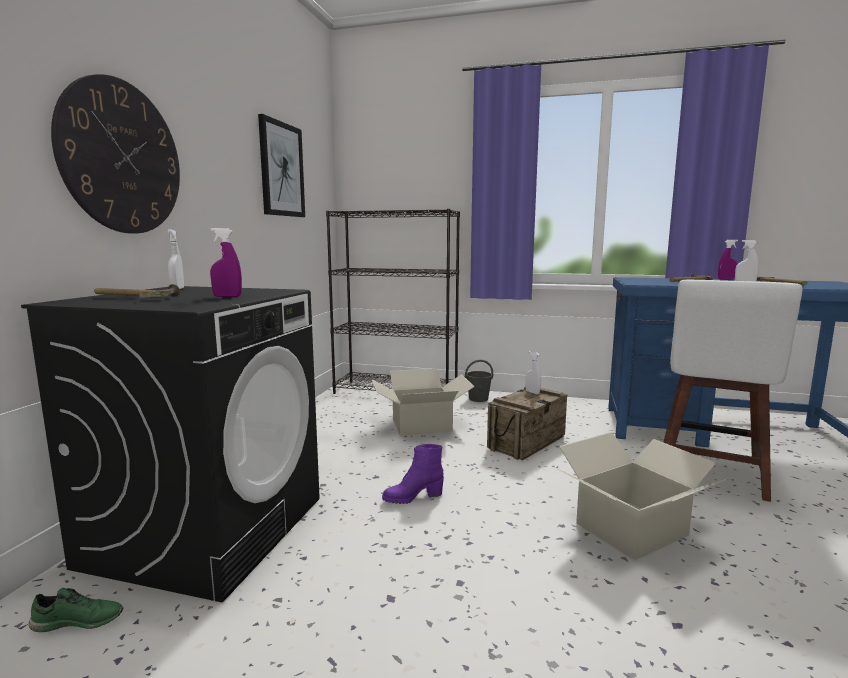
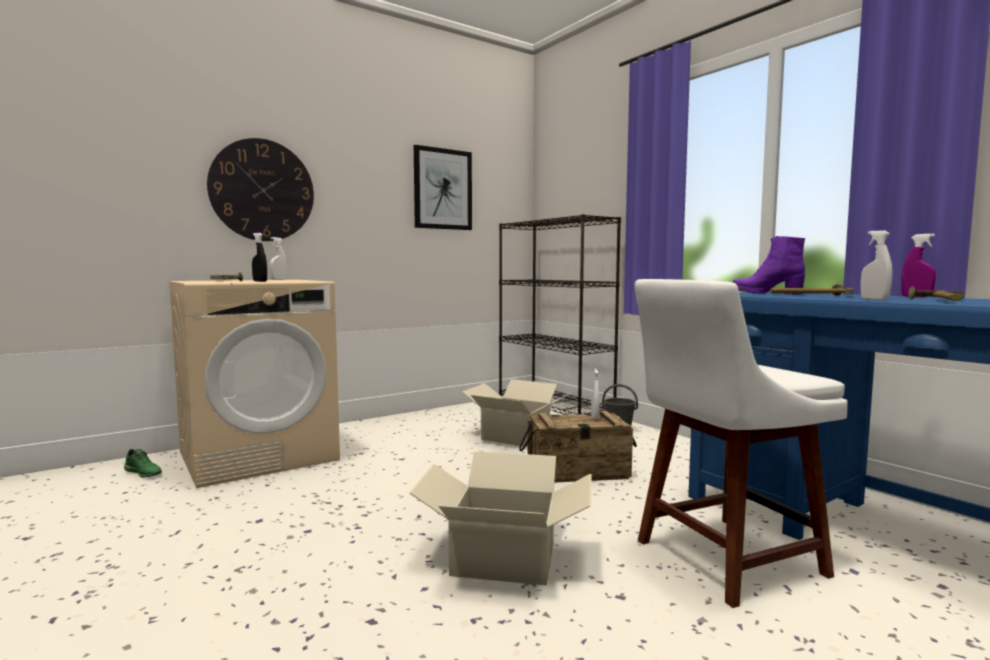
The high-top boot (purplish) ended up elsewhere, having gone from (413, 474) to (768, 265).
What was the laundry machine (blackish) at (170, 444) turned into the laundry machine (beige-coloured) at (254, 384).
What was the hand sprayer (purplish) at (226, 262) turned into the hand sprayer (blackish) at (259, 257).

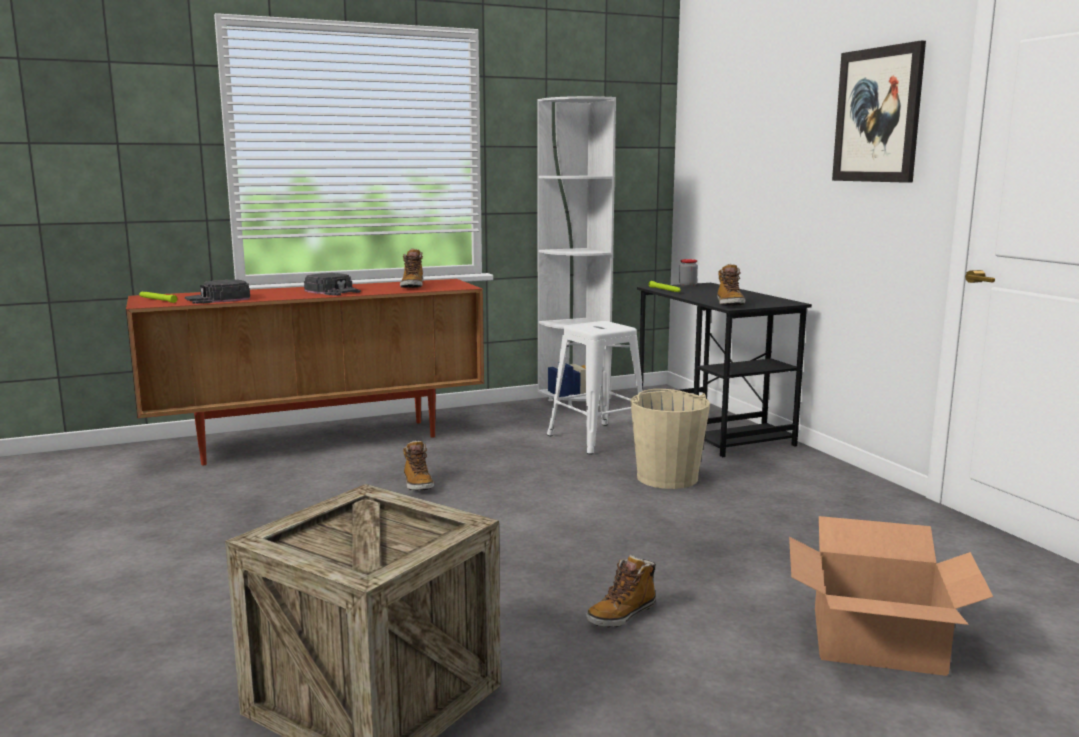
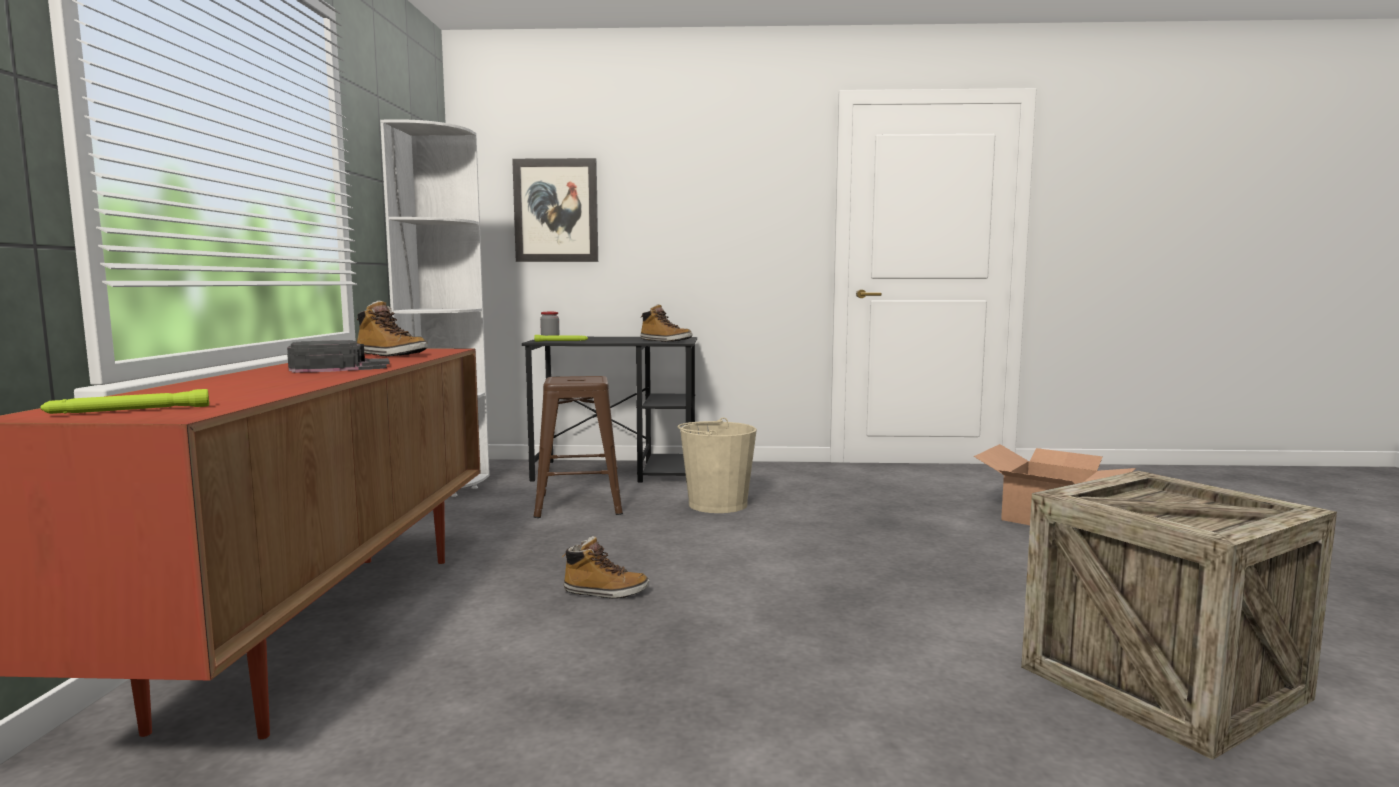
The second view lost the cap (blackish) at (217, 292).
The second view lost the high-top boot at (621, 591).
The wall picture ended up elsewhere, having gone from (879, 111) to (555, 210).
What was the stool seat (whitish) at (595, 388) turned into the stool seat (brown) at (578, 447).

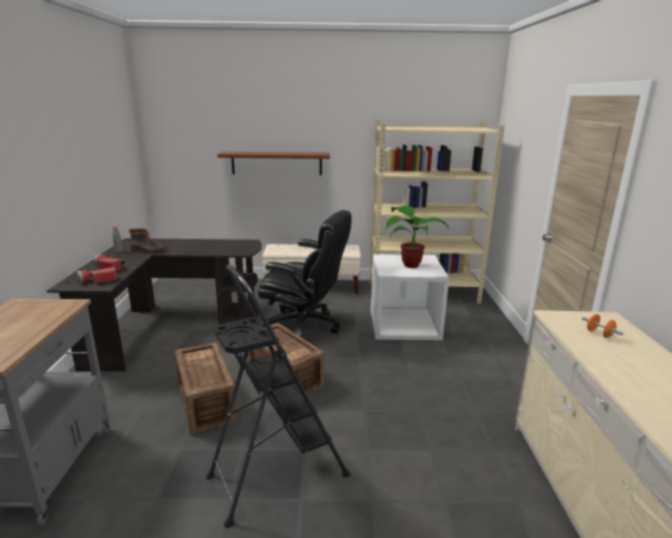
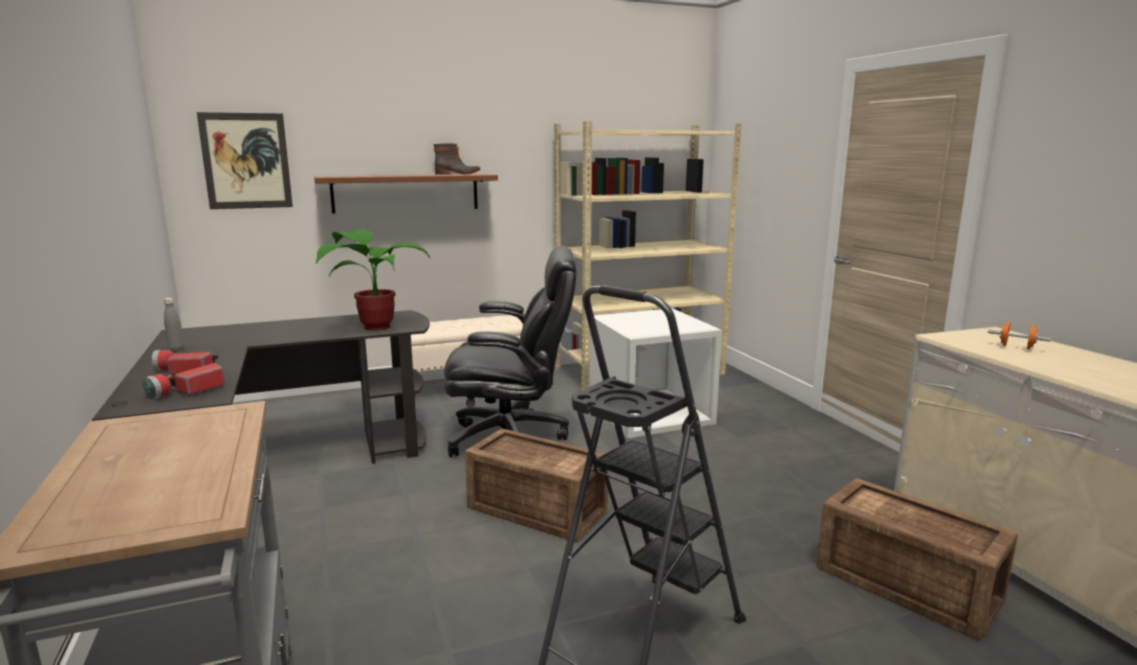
The second view gained the wall picture at (245, 160).
The high-top boot ended up elsewhere, having gone from (147, 241) to (457, 159).
The packing crate ended up elsewhere, having gone from (206, 388) to (917, 559).
The plant in a pot ended up elsewhere, having gone from (417, 237) to (373, 280).

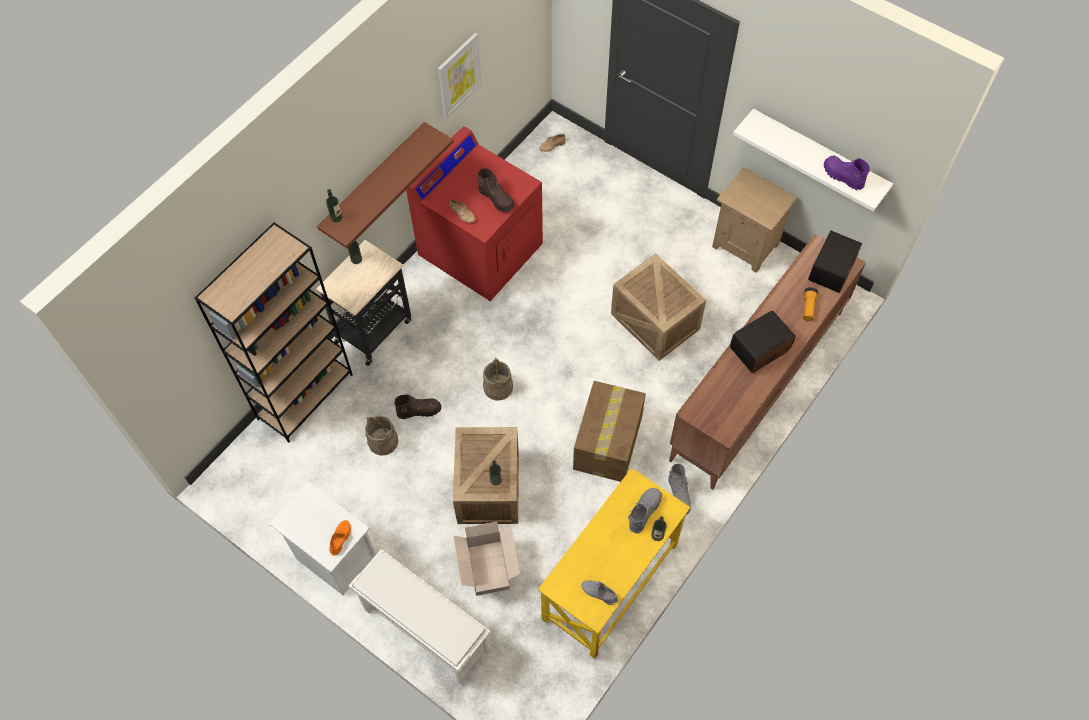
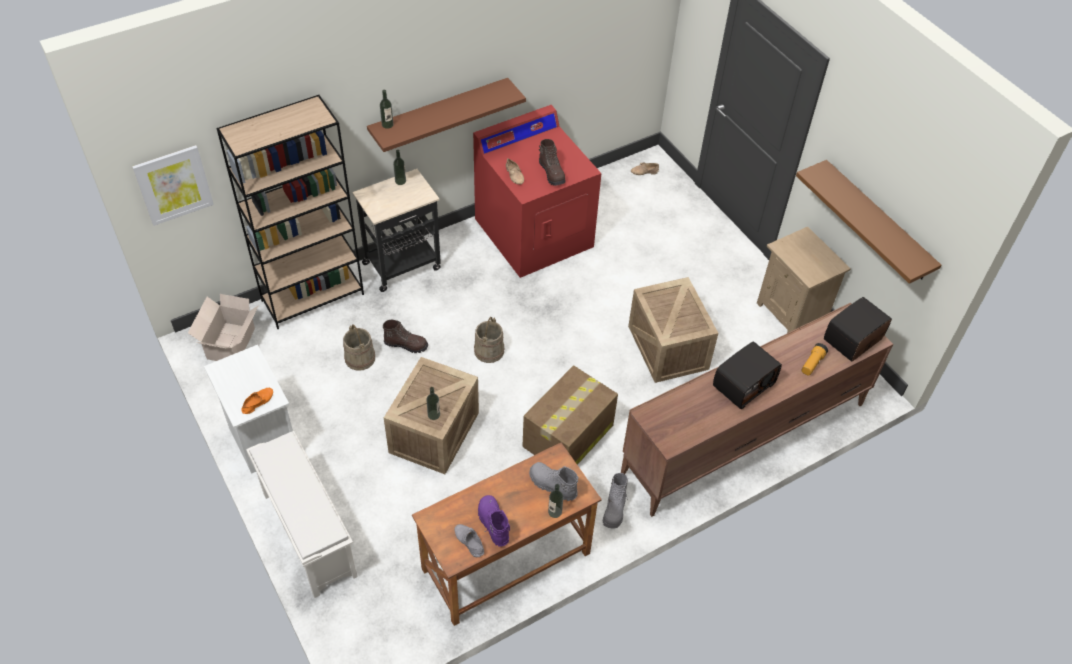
The wall picture ended up elsewhere, having gone from (460, 76) to (173, 185).
The carton ended up elsewhere, having gone from (486, 559) to (223, 327).
The high-top boot (purplish) ended up elsewhere, having gone from (847, 172) to (494, 521).
What was the desk (yellow-coloured) at (614, 563) turned into the desk (brown) at (507, 534).
What was the bracket shelf (whitish) at (813, 160) turned into the bracket shelf (brown) at (868, 222).
The high-top boot (grey) at (645, 510) ended up facing another way, 105 degrees counterclockwise from before.
The radio receiver at (762, 342) ended up facing another way, 150 degrees clockwise from before.

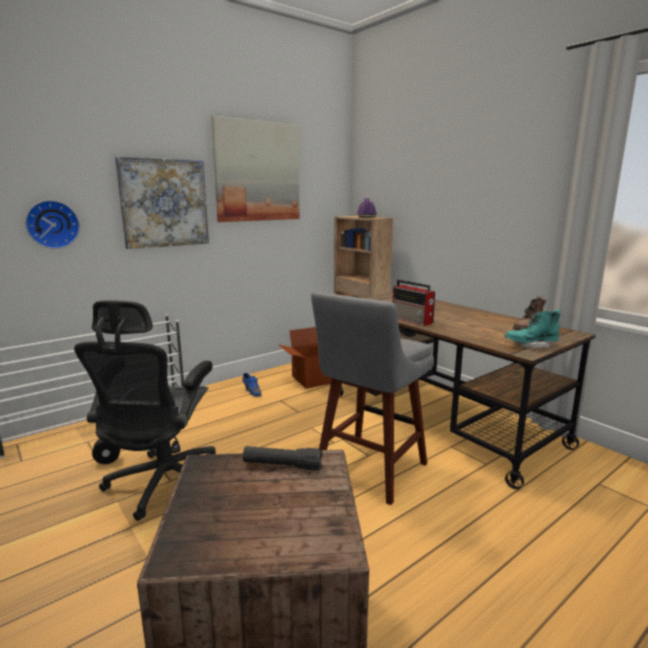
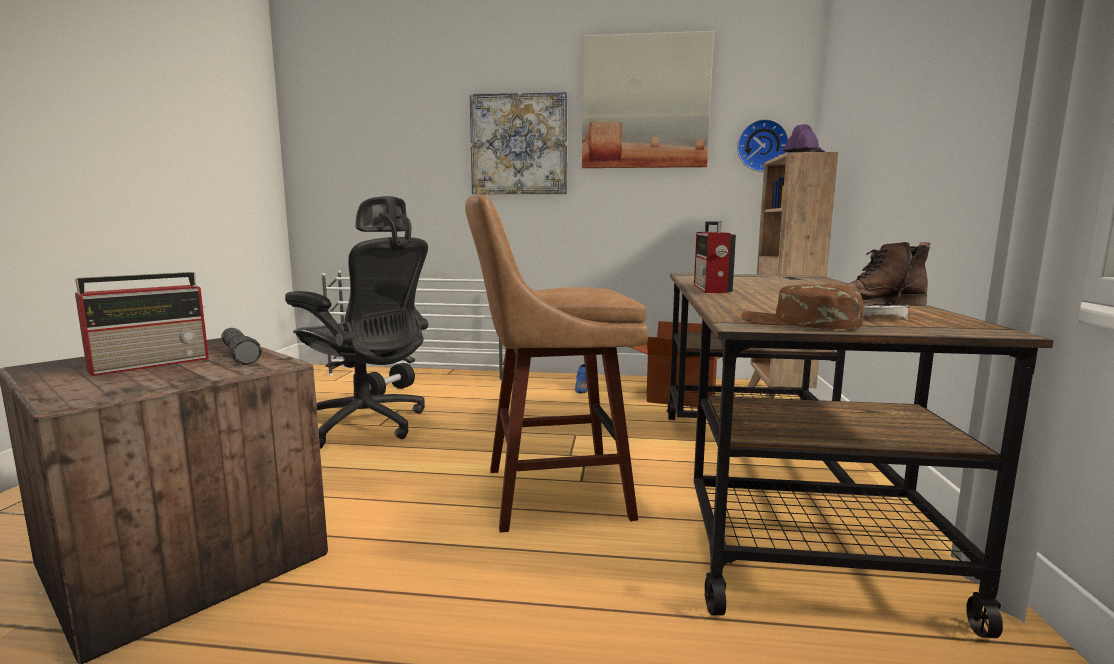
The second view gained the radio receiver at (142, 324).
The clock on the wall ended up elsewhere, having gone from (52, 224) to (763, 145).
Where the high-top boot (blue-green) stood at (532, 328), the cap (brown) came to stand at (802, 306).
What was the stool seat (grey) at (372, 398) turned into the stool seat (brown) at (556, 364).
The office chair at (145, 410) ended up facing another way, 105 degrees counterclockwise from before.

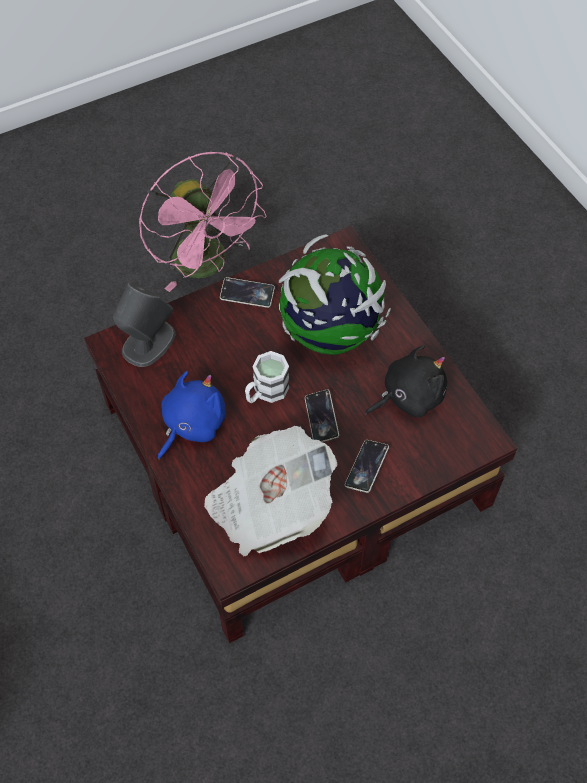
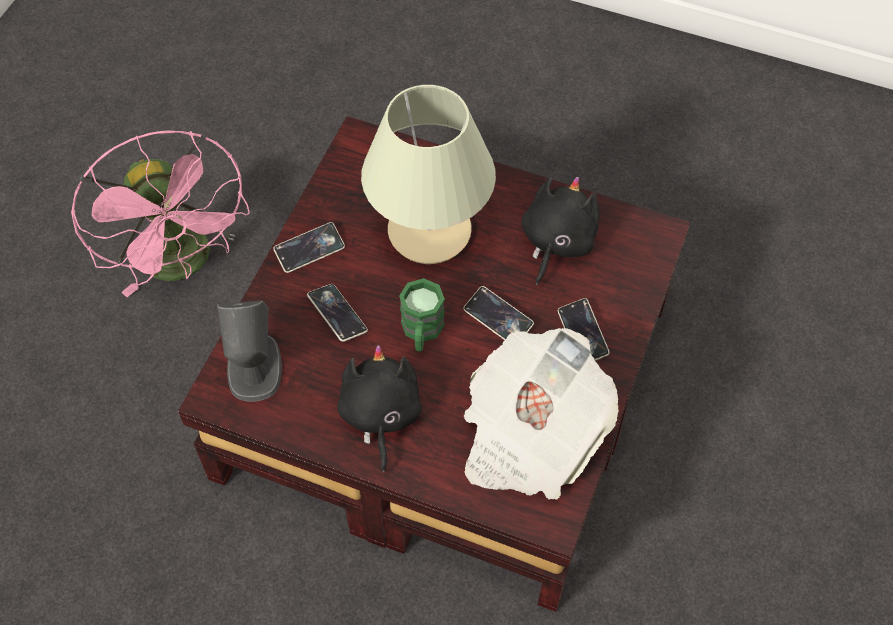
The second view gained the telephone at (337, 313).
Where the desk globe stood at (335, 294), the table lamp (beige-coloured) came to stand at (428, 174).
What was the plush toy (blue) at (192, 415) turned into the plush toy (blackish) at (379, 408).
What was the mug (whitish) at (267, 377) turned into the mug (green) at (422, 315).
The electric fan (pinkish) at (203, 222) ended up facing another way, 45 degrees clockwise from before.

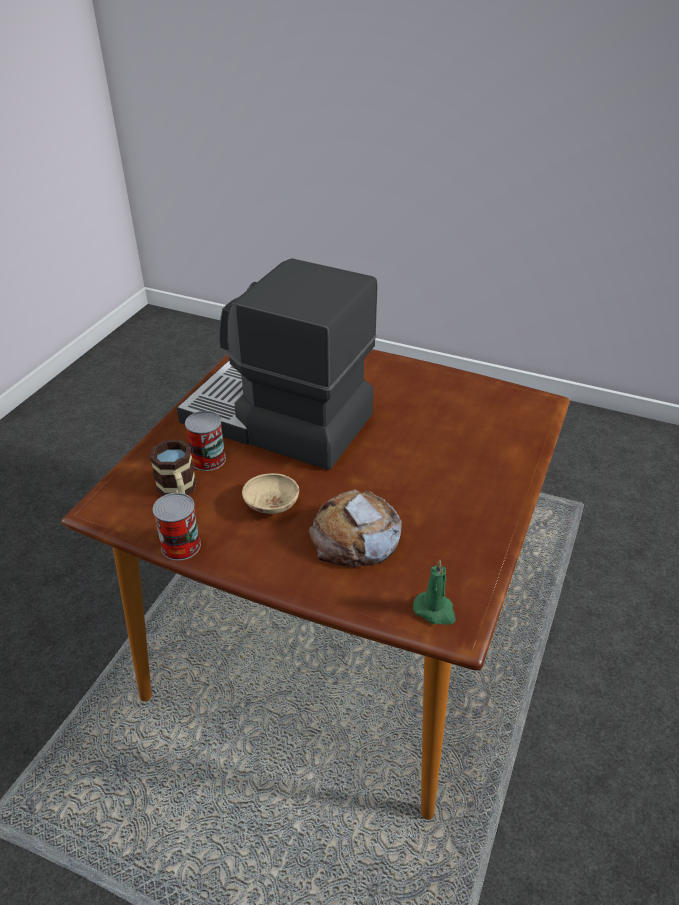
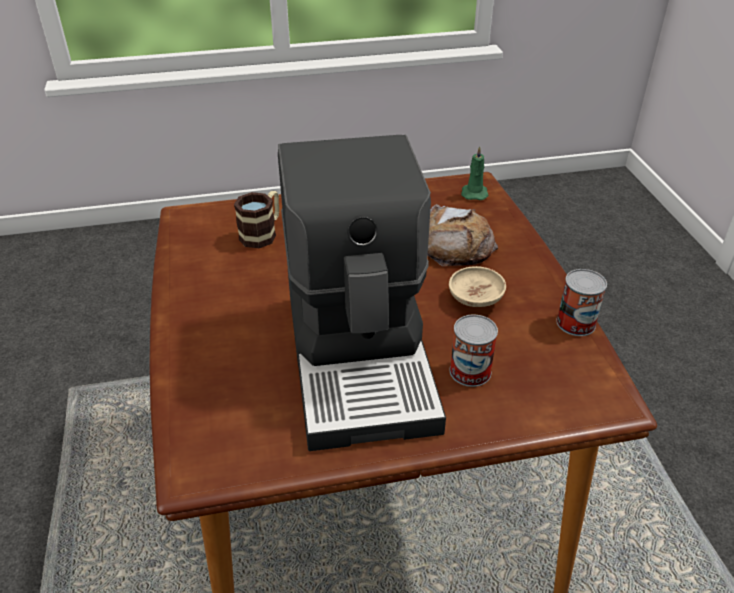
The mug ended up elsewhere, having gone from (173, 468) to (256, 219).

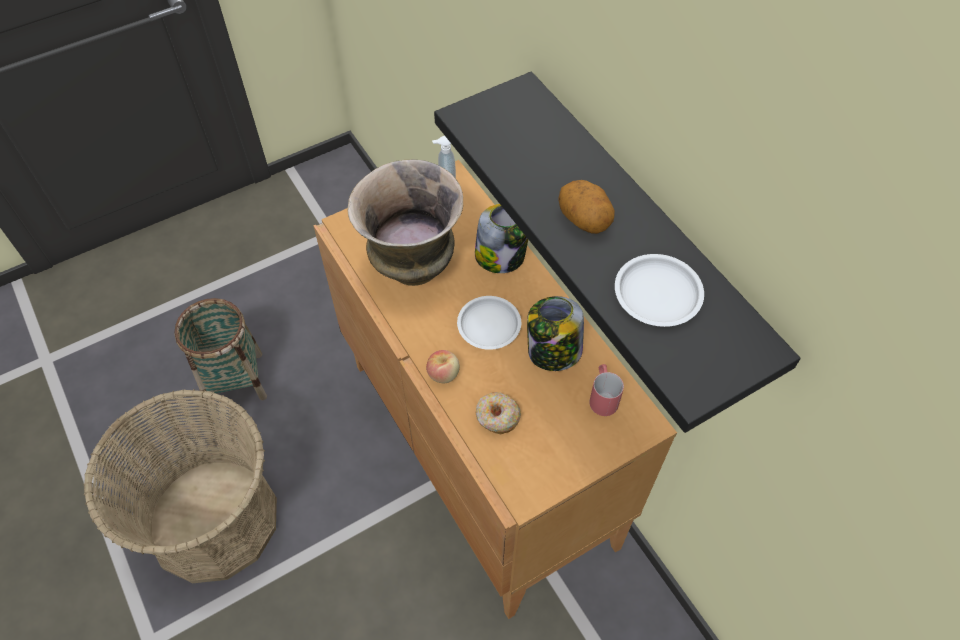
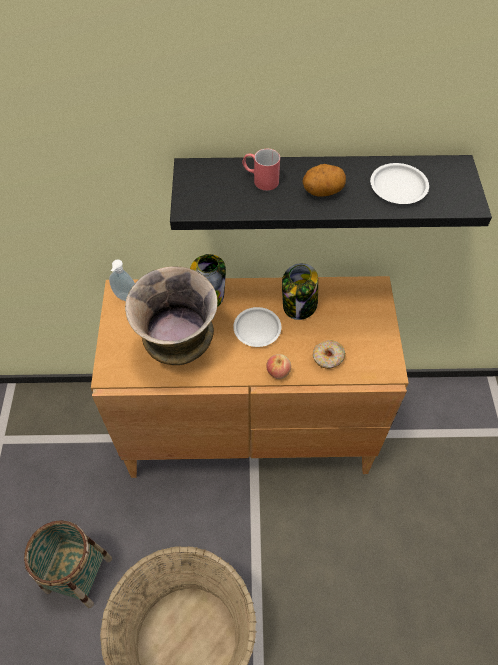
The mug (red-coloured) ended up elsewhere, having gone from (606, 390) to (261, 170).

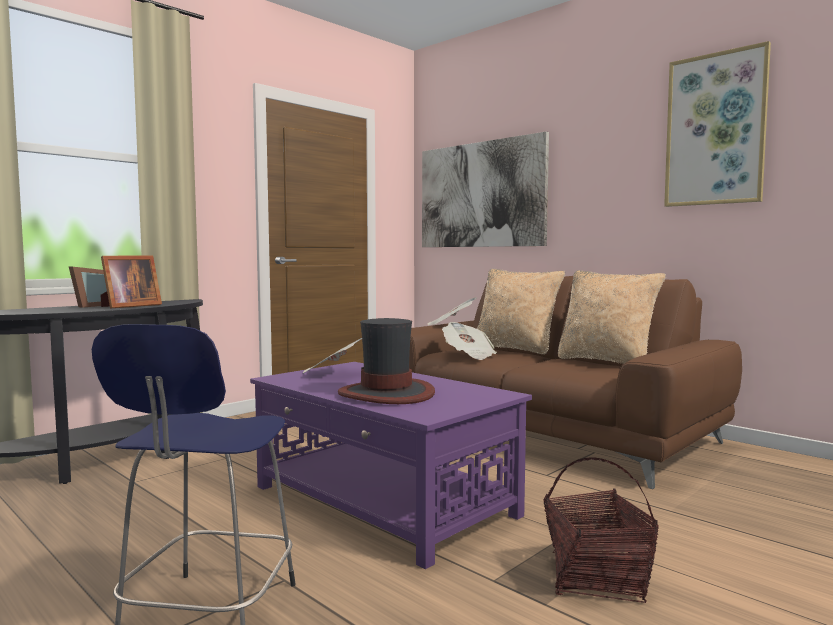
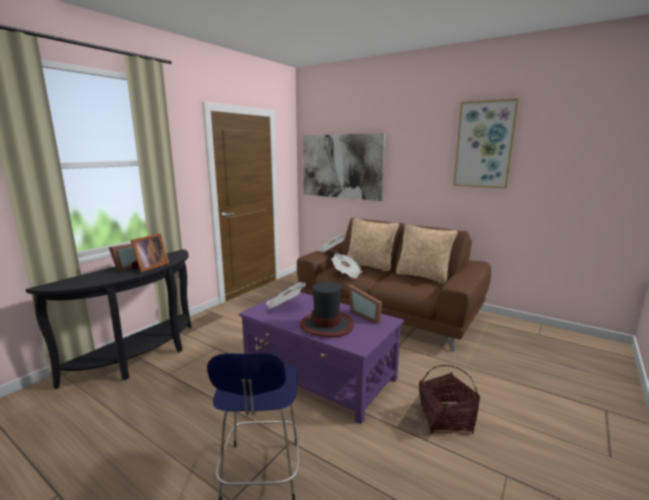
The second view gained the picture frame at (365, 304).

